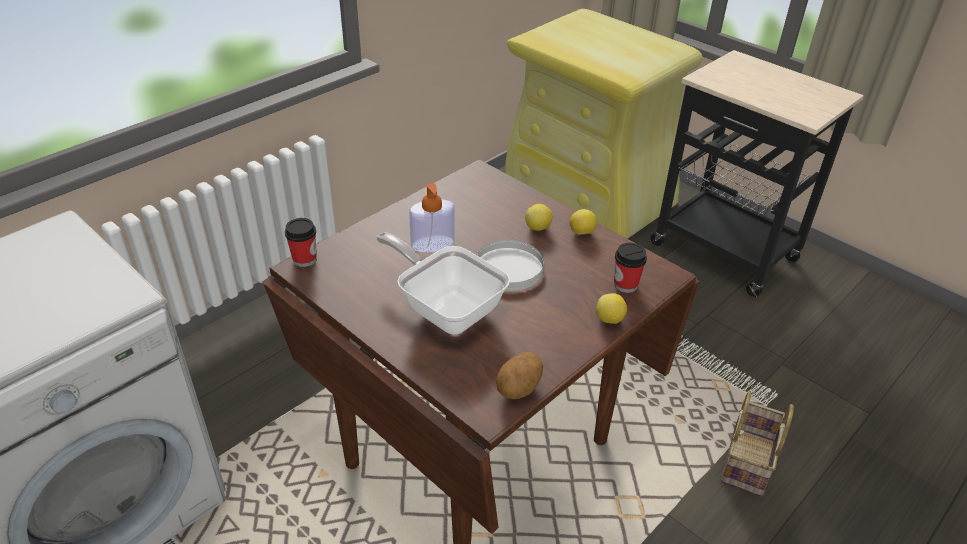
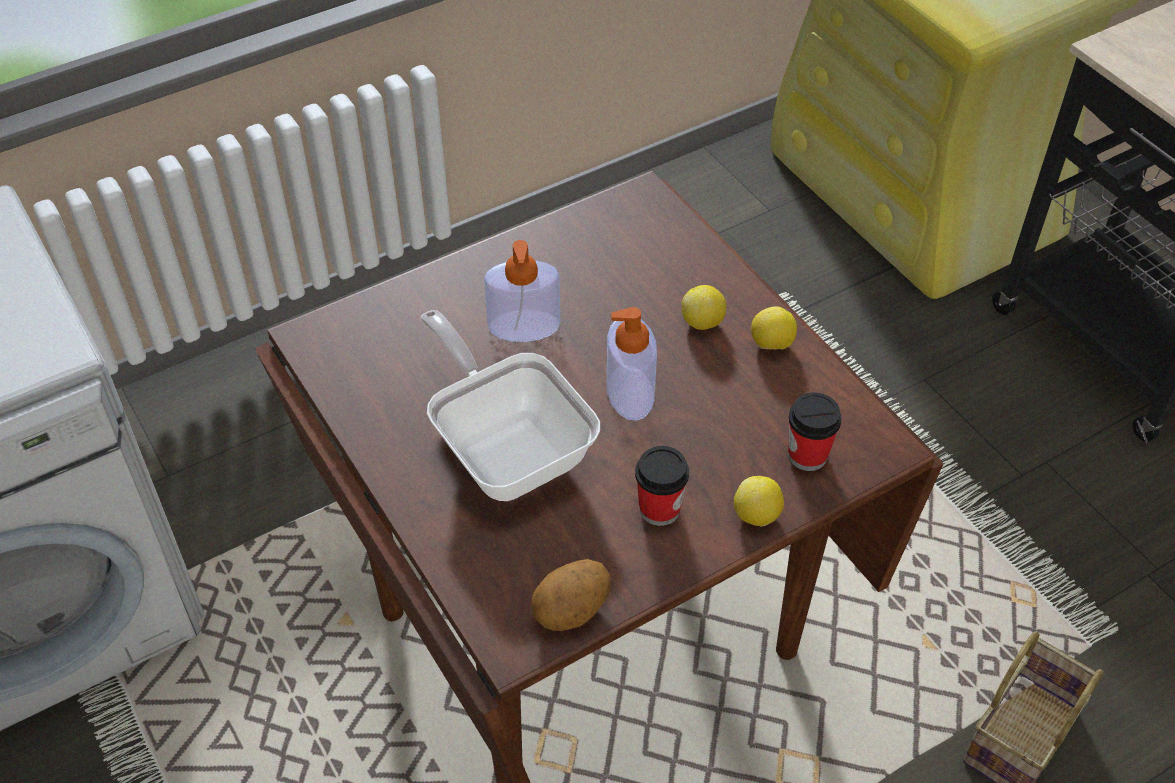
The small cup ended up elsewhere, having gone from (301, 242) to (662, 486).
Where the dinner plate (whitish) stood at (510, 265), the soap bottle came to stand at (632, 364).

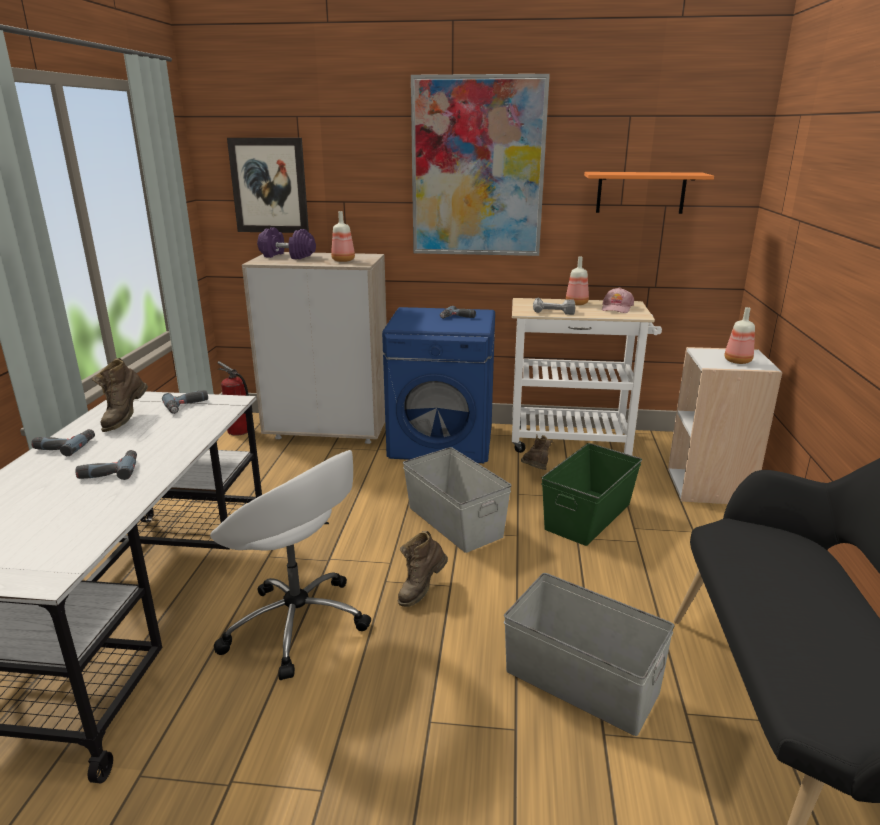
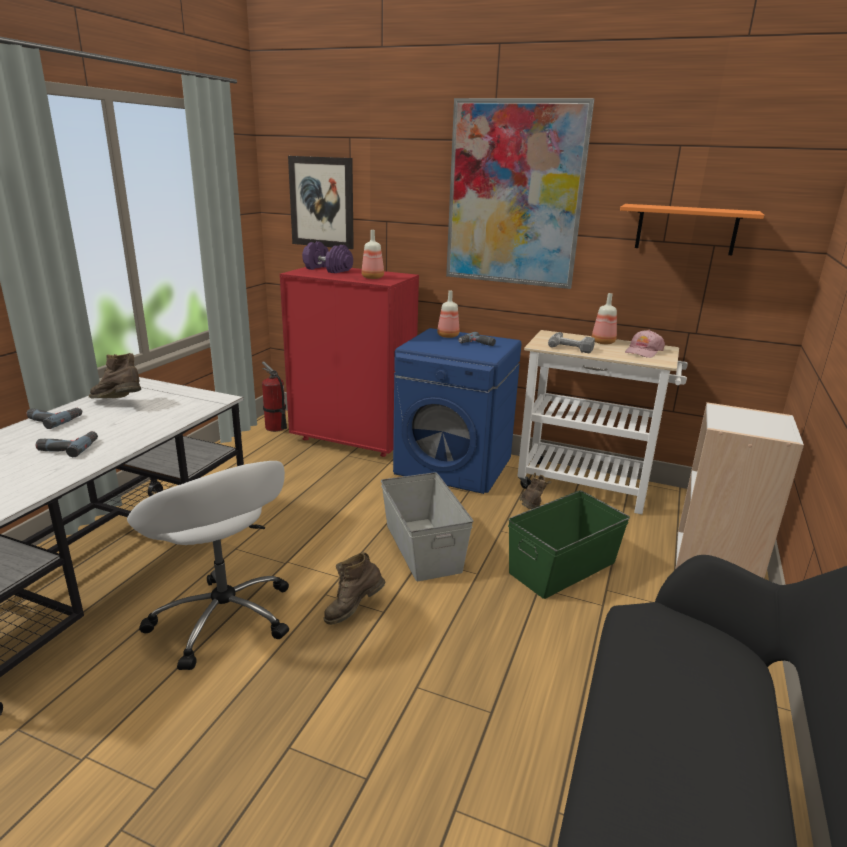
The second view lost the electric drill at (185, 402).
The second view lost the storage bin (grey) at (589, 654).
The drink bottle ended up elsewhere, having gone from (739, 335) to (448, 314).
What was the storage cabinet (beige-coloured) at (314, 348) turned into the storage cabinet (red-coloured) at (349, 362).
The high-top boot (brown) at (120, 395) ended up facing another way, 90 degrees clockwise from before.

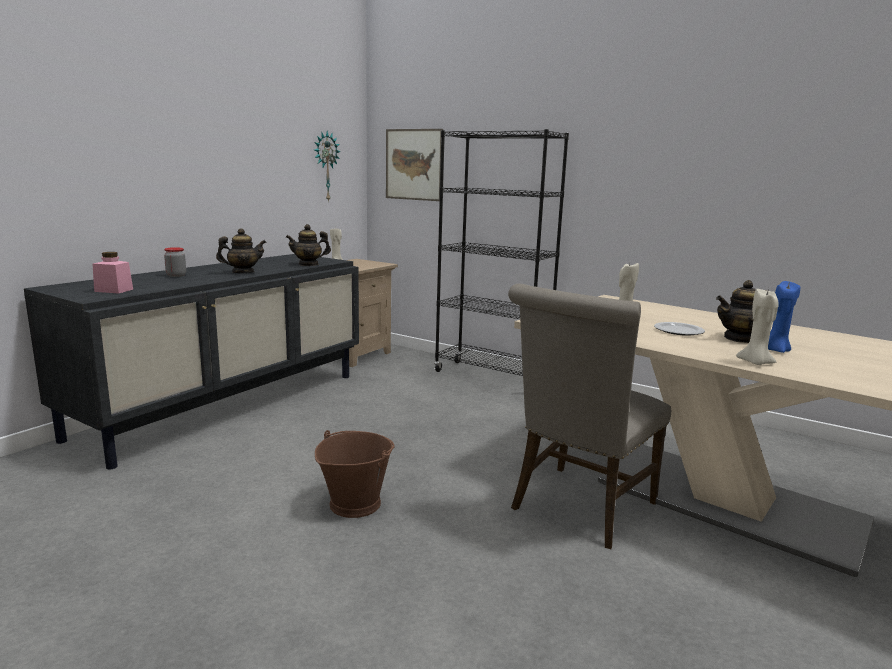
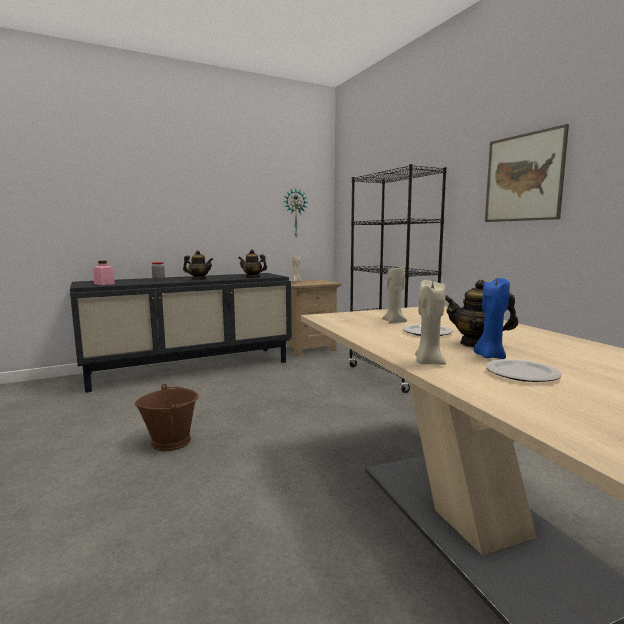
The second view lost the plain chair (beige-coloured) at (589, 416).
The second view gained the dinner plate at (523, 370).
The wall picture ended up elsewhere, having gone from (414, 165) to (527, 173).

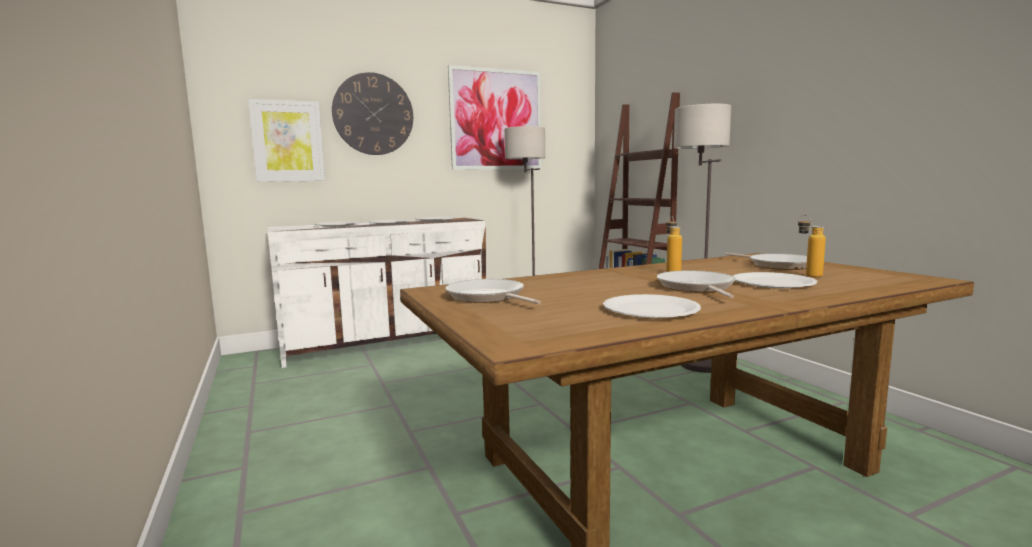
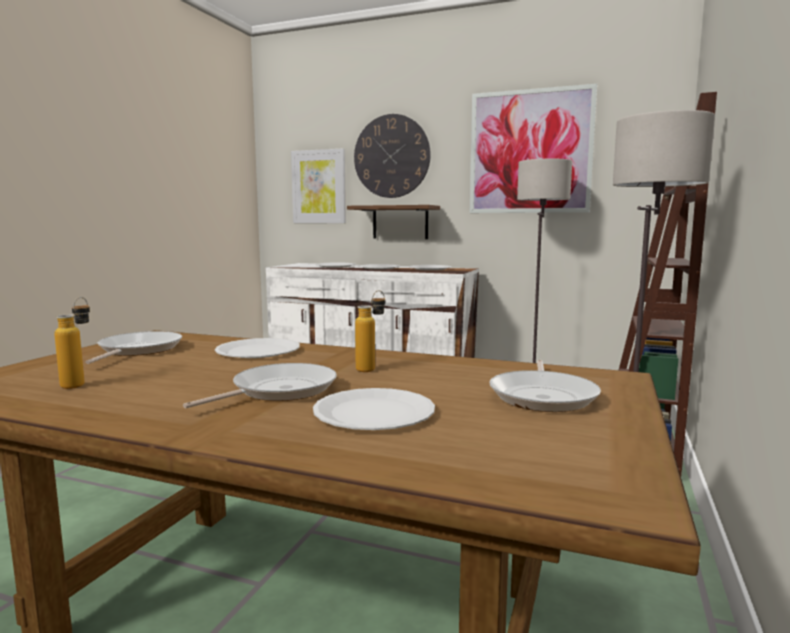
The second view gained the bracket shelf at (393, 222).
The dinner plate (whitish) ended up elsewhere, having gone from (652, 306) to (257, 348).
The drink bottle ended up elsewhere, having gone from (812, 246) to (72, 343).

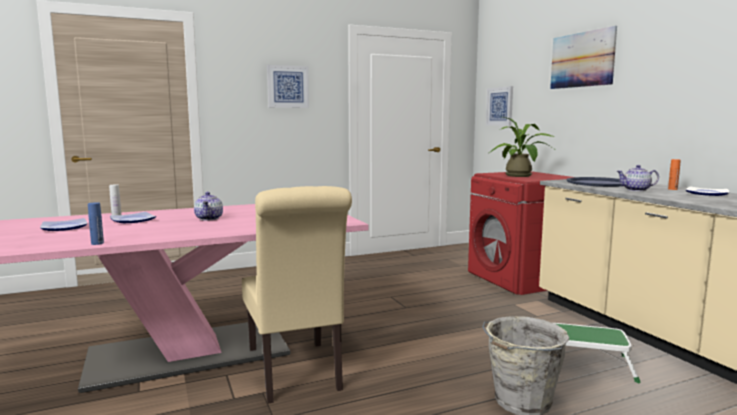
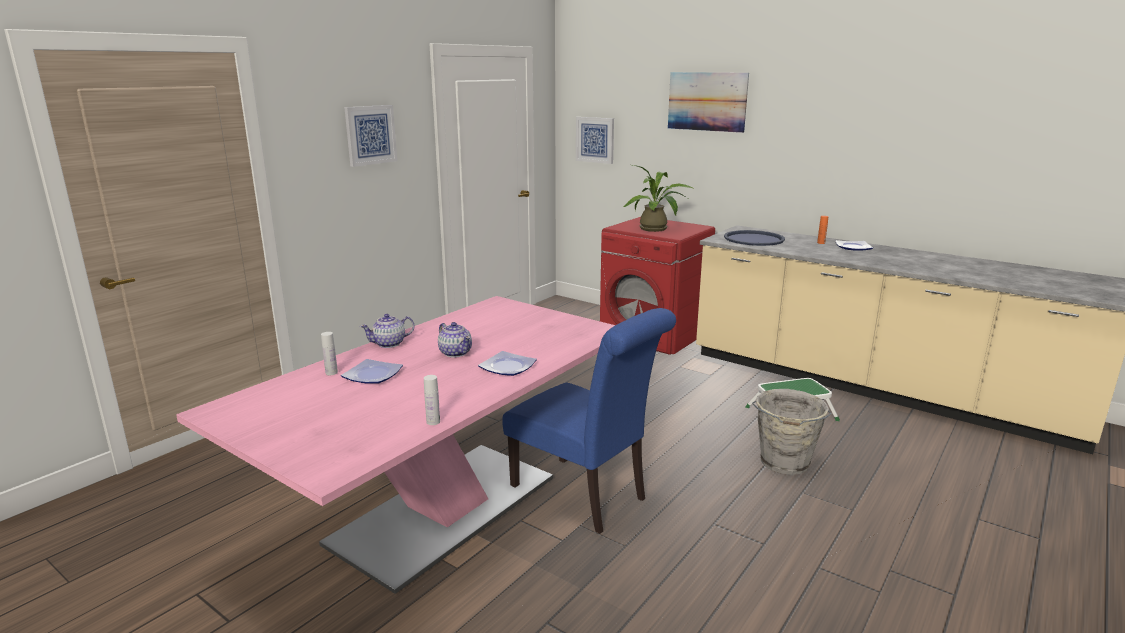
The dinner plate ended up elsewhere, having gone from (63, 224) to (507, 363).
The teapot ended up elsewhere, having gone from (638, 178) to (387, 331).
What was the drink bottle (blue) at (96, 223) turned into the drink bottle (whitish) at (432, 400).
What was the plain chair (beige-coloured) at (297, 294) turned into the plain chair (blue) at (589, 421).

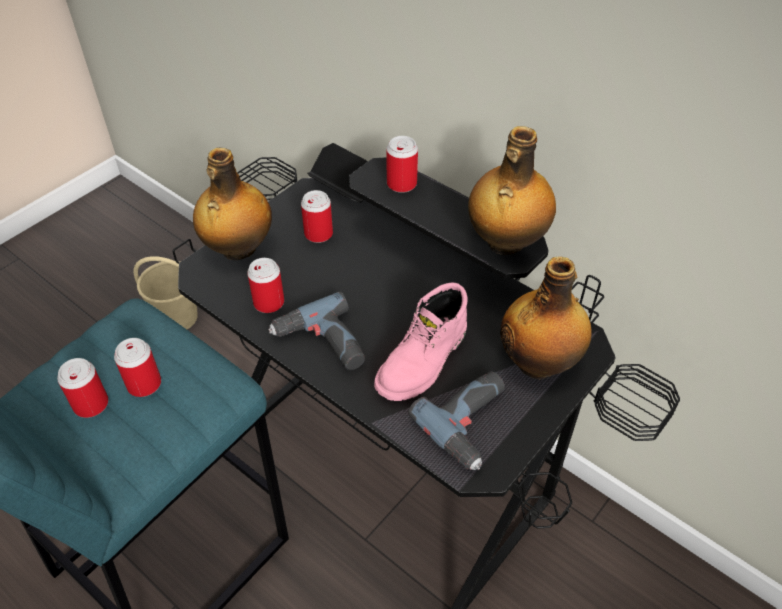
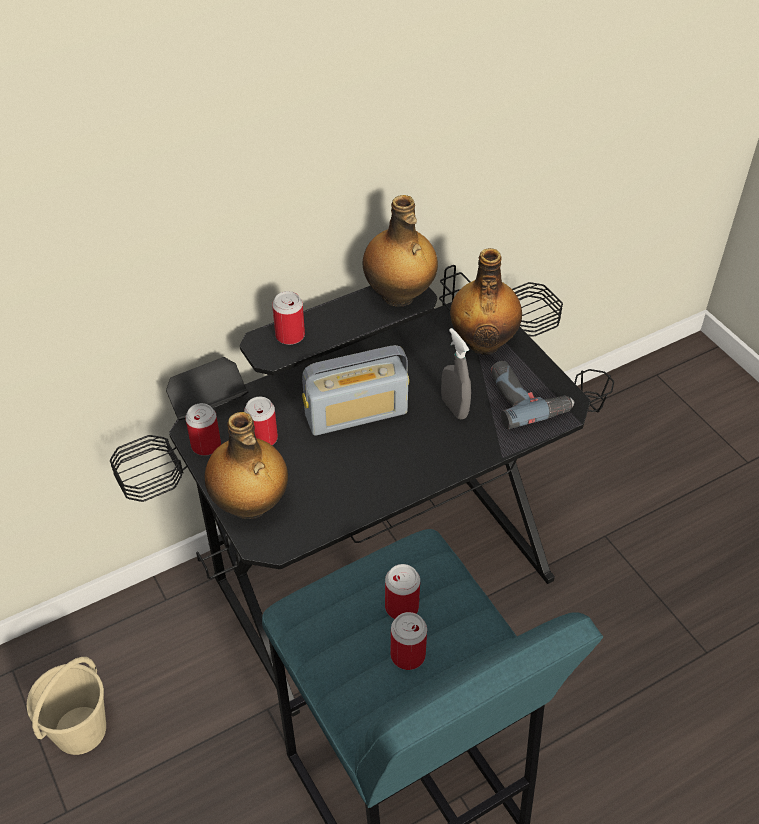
The second view lost the electric drill at (316, 331).
The second view gained the radio receiver at (355, 390).
The metal can ended up elsewhere, having gone from (265, 285) to (203, 429).
Where the high-top boot (pinkish) stood at (421, 342), the hand sprayer (grey) came to stand at (456, 373).

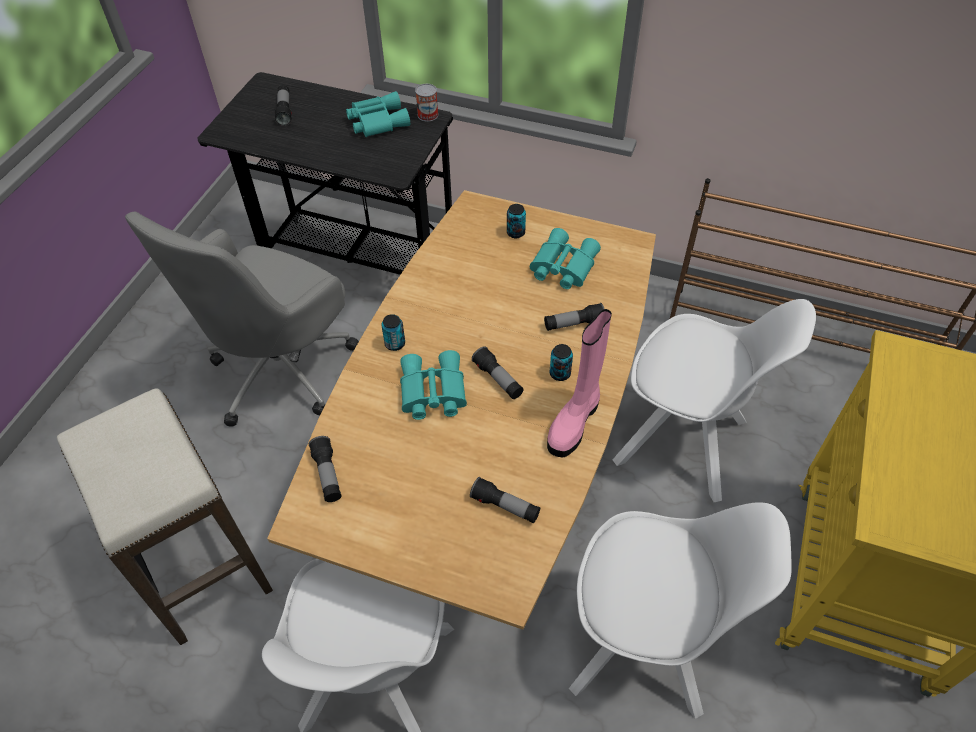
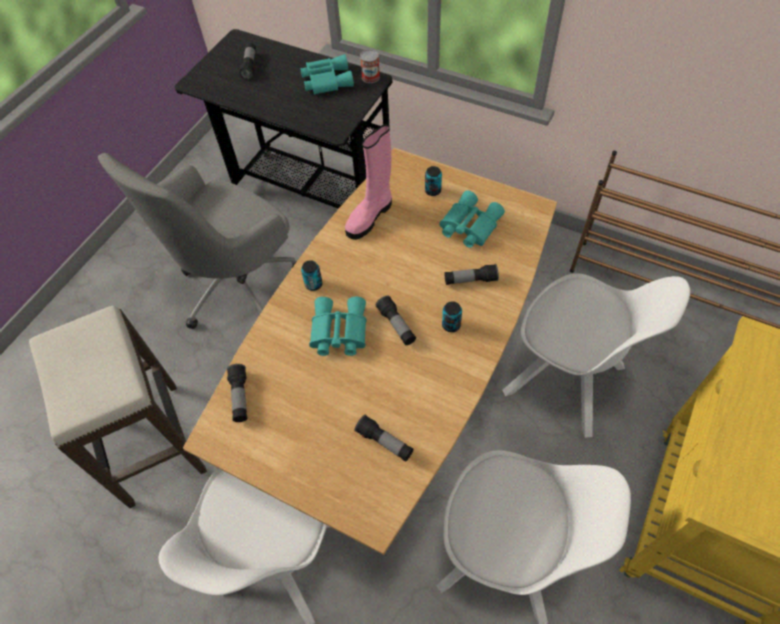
The high-top boot (pinkish) ended up elsewhere, having gone from (579, 383) to (368, 182).

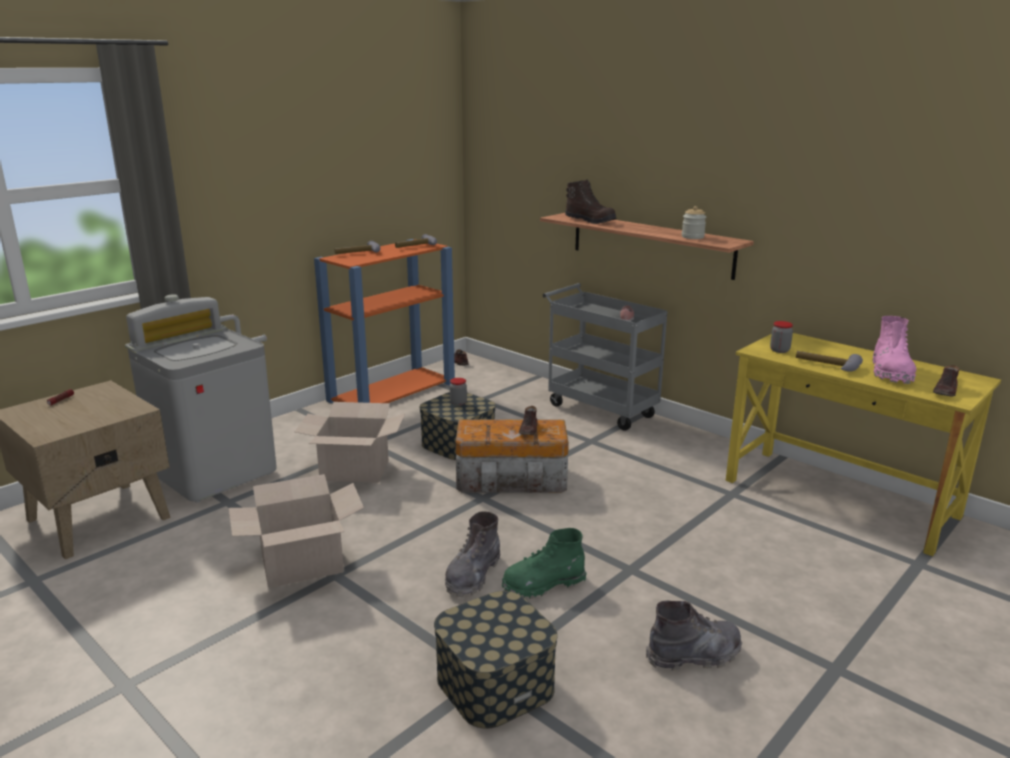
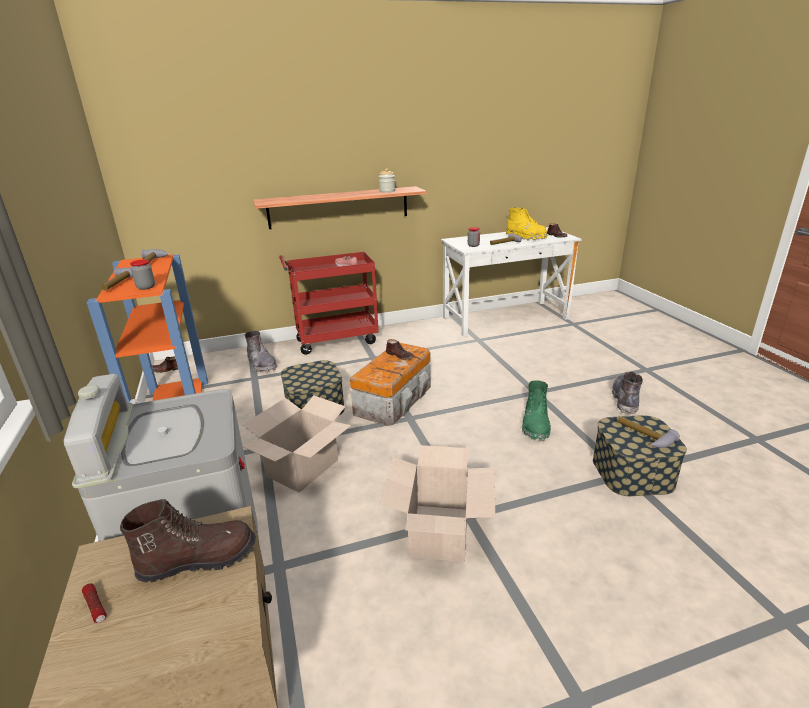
The second view gained the hand hammer at (648, 432).
The high-top boot (grey) ended up elsewhere, having gone from (472, 554) to (261, 351).
The jar ended up elsewhere, having gone from (458, 392) to (142, 275).
The high-top boot (brown) ended up elsewhere, having gone from (591, 201) to (188, 541).
What was the cart (grey) at (605, 357) turned into the cart (red-coloured) at (329, 303).
What was the desk (yellow-coloured) at (863, 444) turned into the desk (whitish) at (511, 282).
What was the high-top boot (pinkish) at (894, 350) turned into the high-top boot (yellow-coloured) at (527, 224).

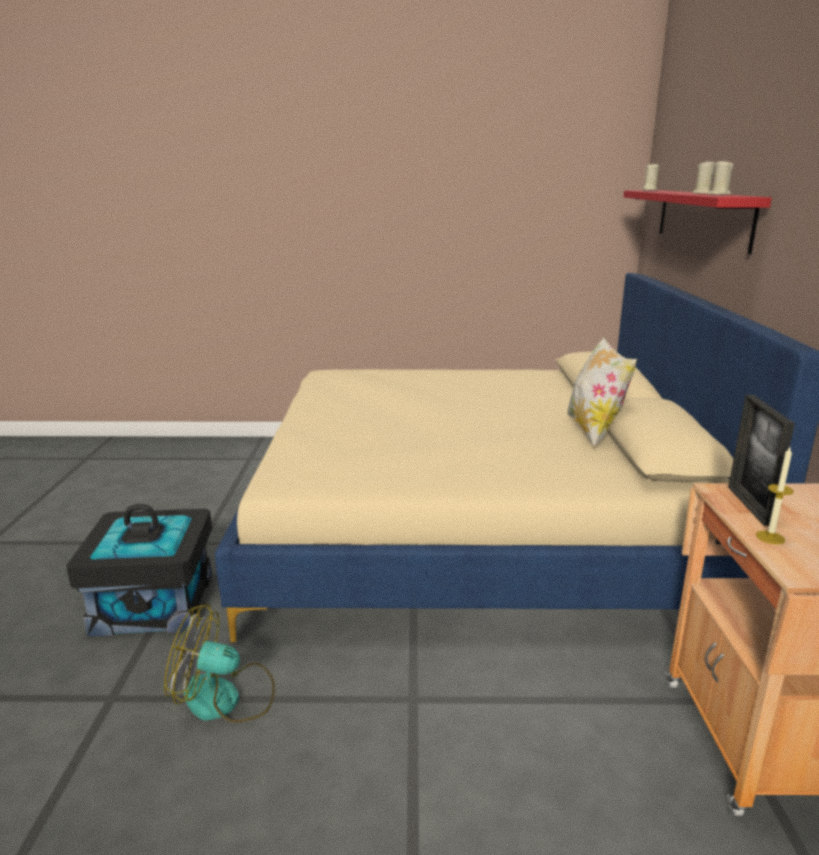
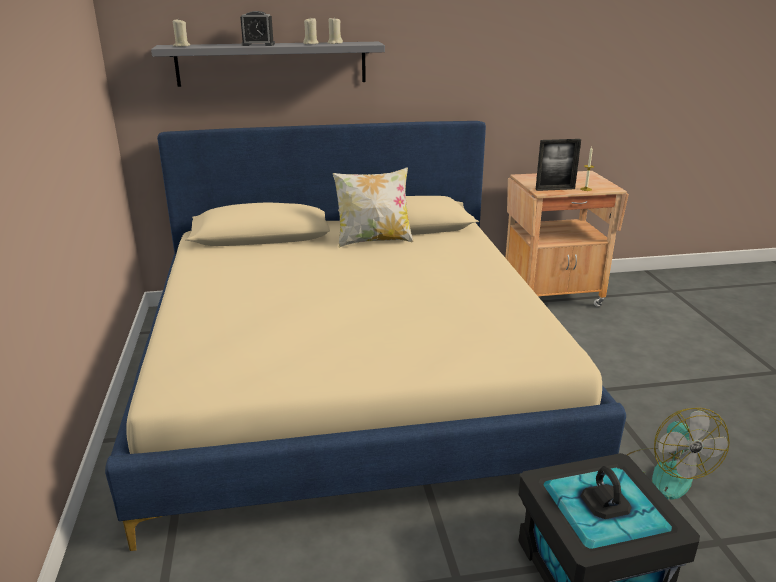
The second view gained the alarm clock at (257, 28).
What was the bracket shelf (red-coloured) at (697, 222) turned into the bracket shelf (grey) at (268, 64).

